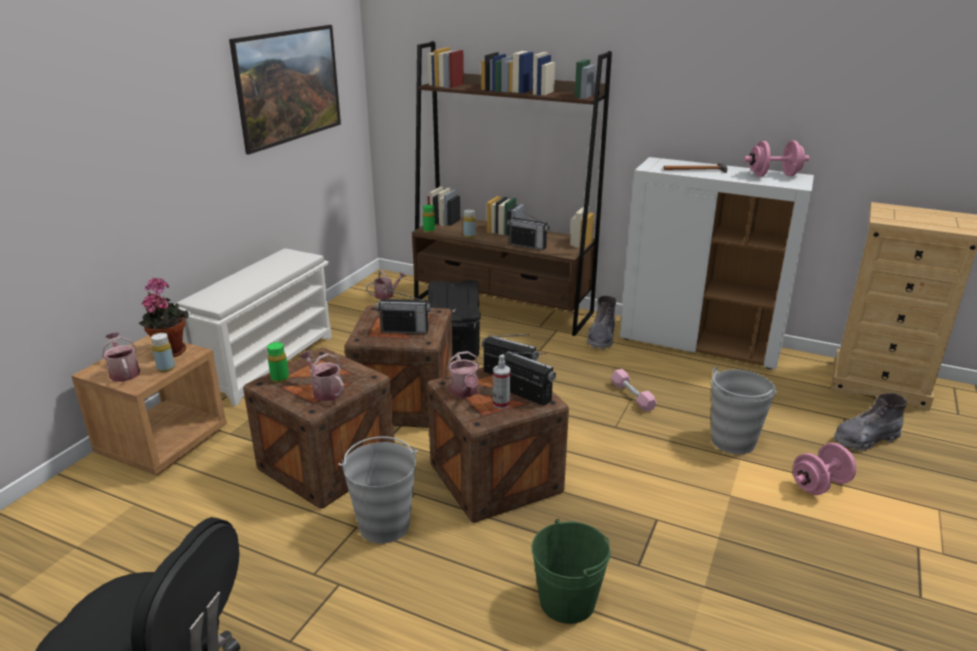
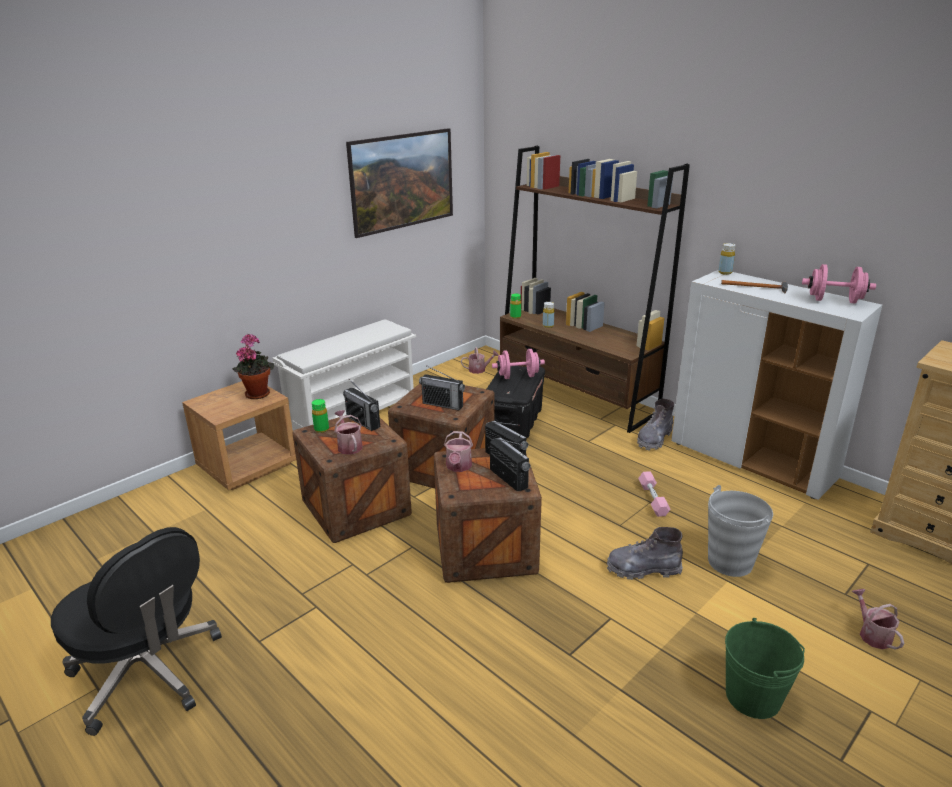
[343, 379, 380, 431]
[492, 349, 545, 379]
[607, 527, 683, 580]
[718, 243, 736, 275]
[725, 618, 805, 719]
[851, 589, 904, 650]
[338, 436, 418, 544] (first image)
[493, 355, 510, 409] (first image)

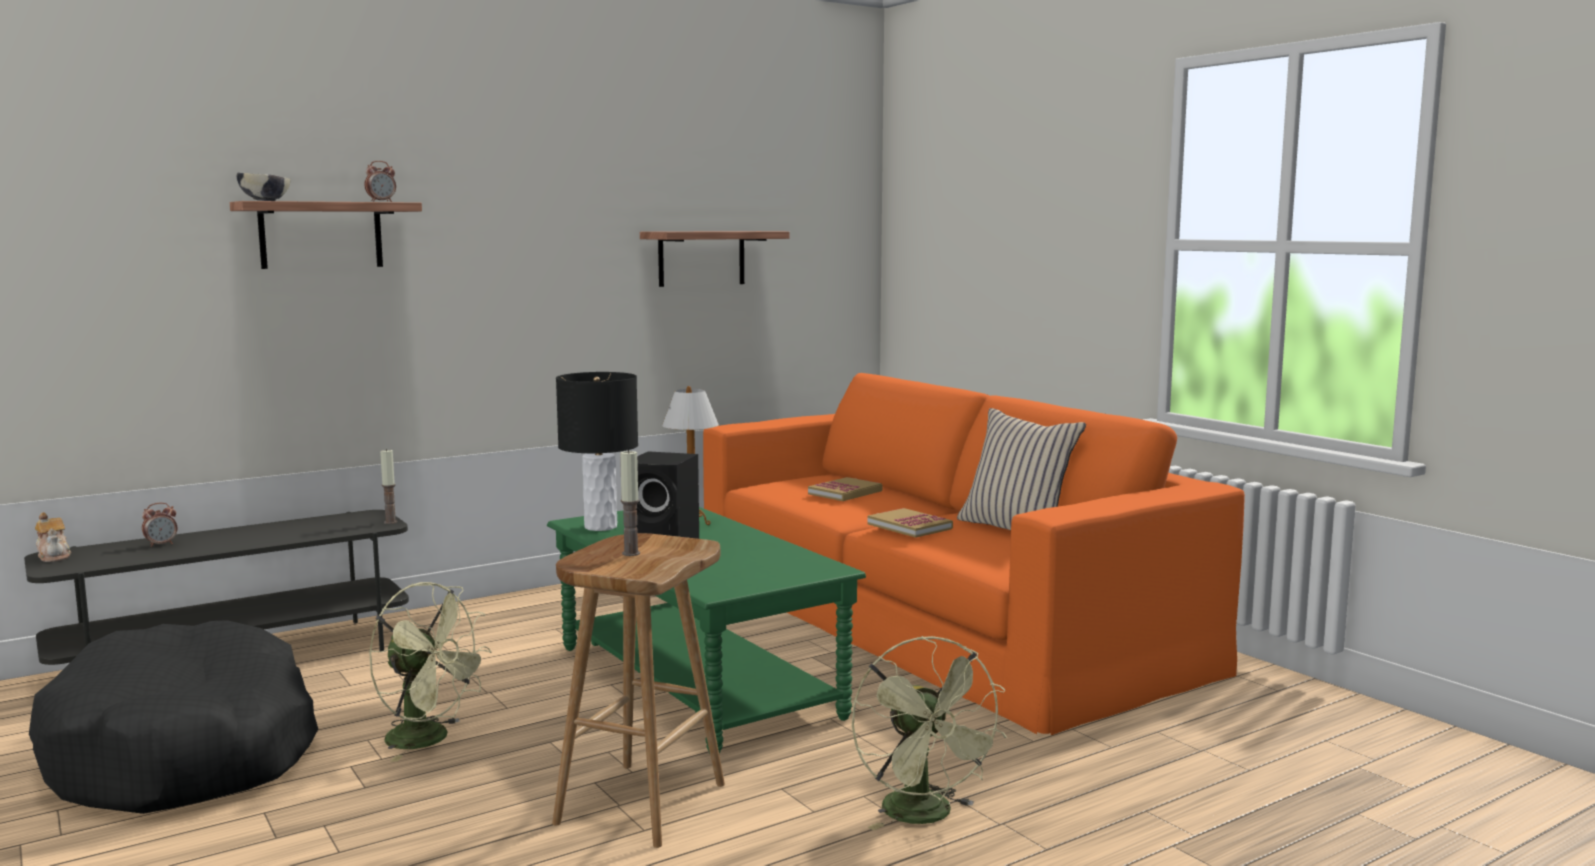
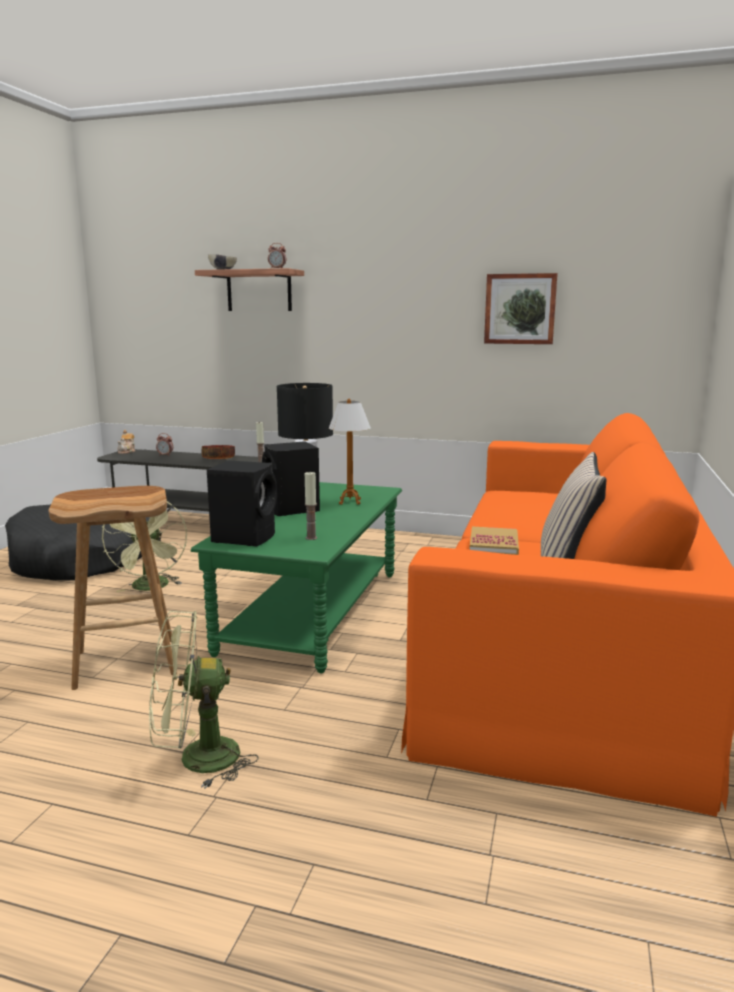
[149, 611, 258, 789]
[202, 445, 235, 459]
[207, 460, 277, 546]
[305, 472, 317, 540]
[484, 273, 558, 344]
[808, 477, 883, 501] (first image)

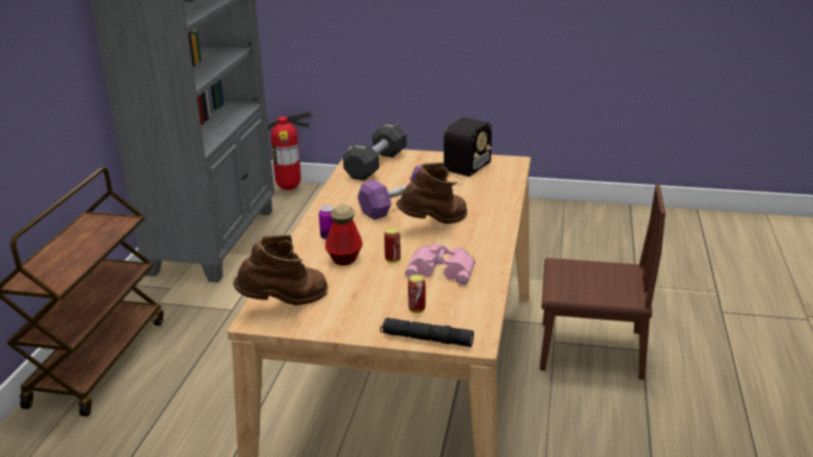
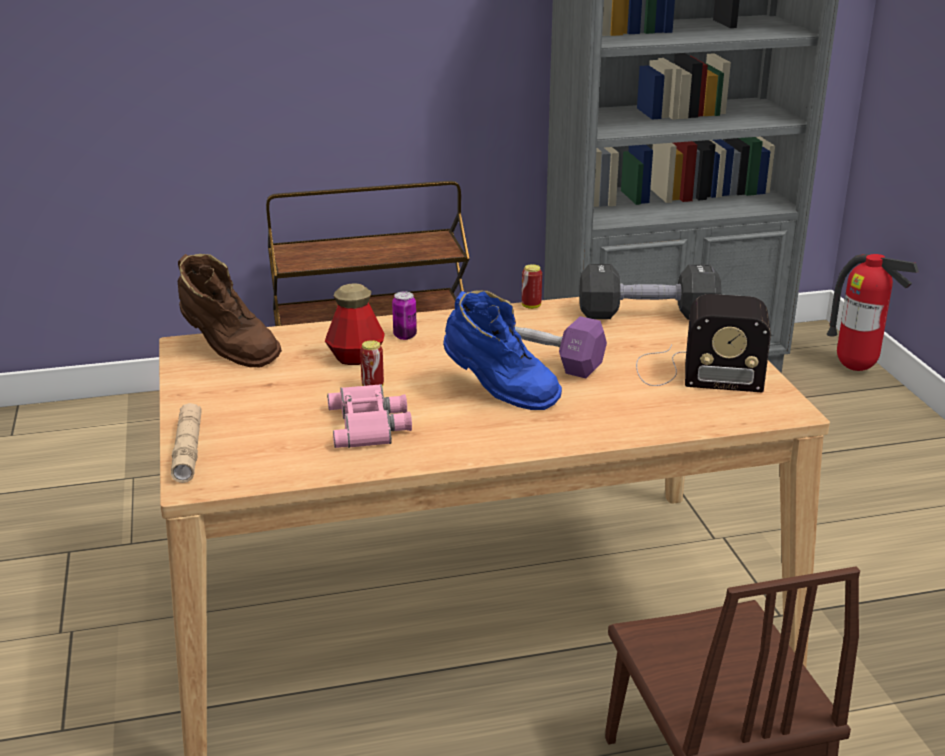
[171, 403, 202, 483]
[443, 290, 562, 410]
[522, 264, 542, 309]

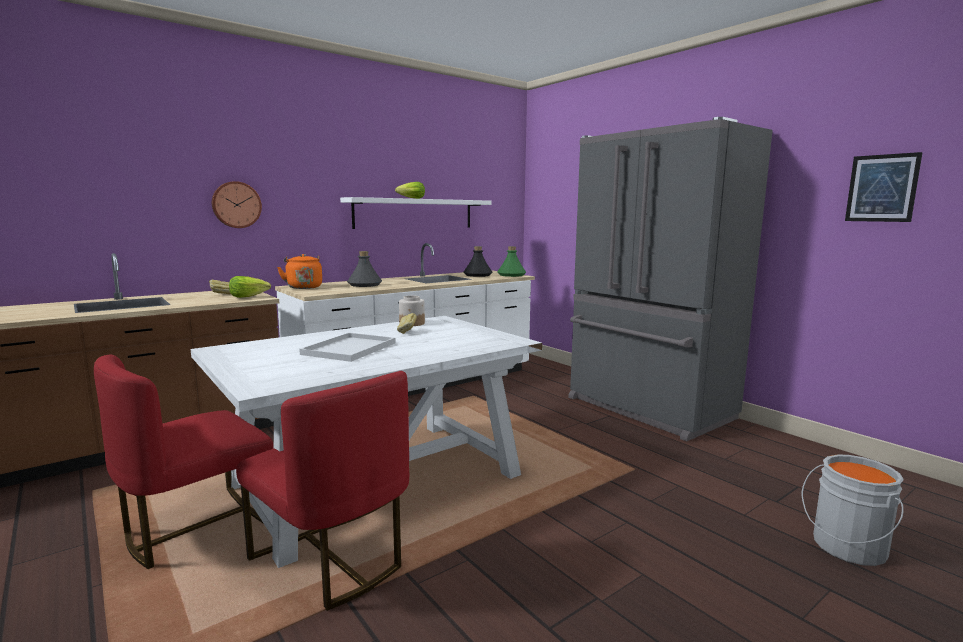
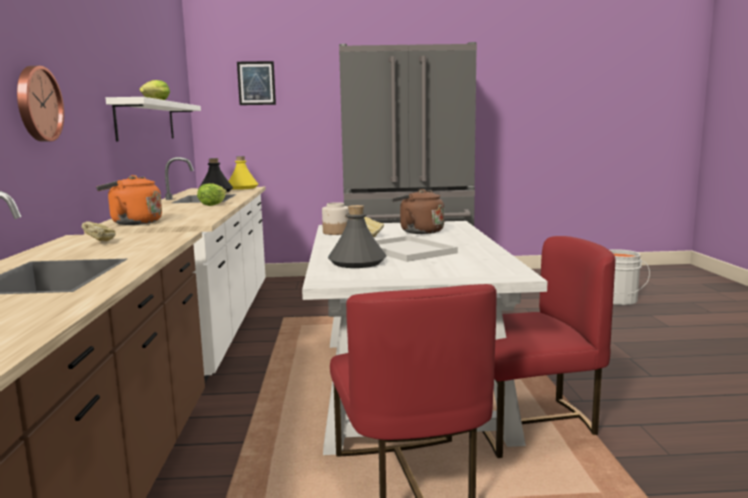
[197, 183, 227, 206]
[229, 156, 258, 190]
[237, 61, 276, 105]
[328, 205, 387, 268]
[392, 189, 444, 234]

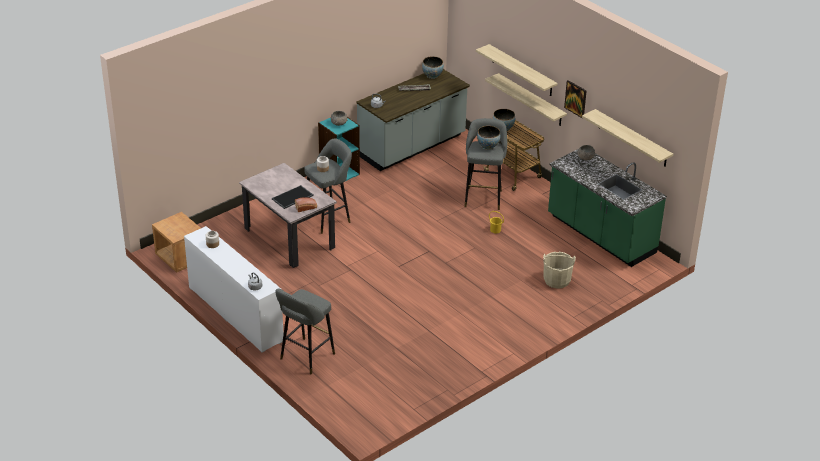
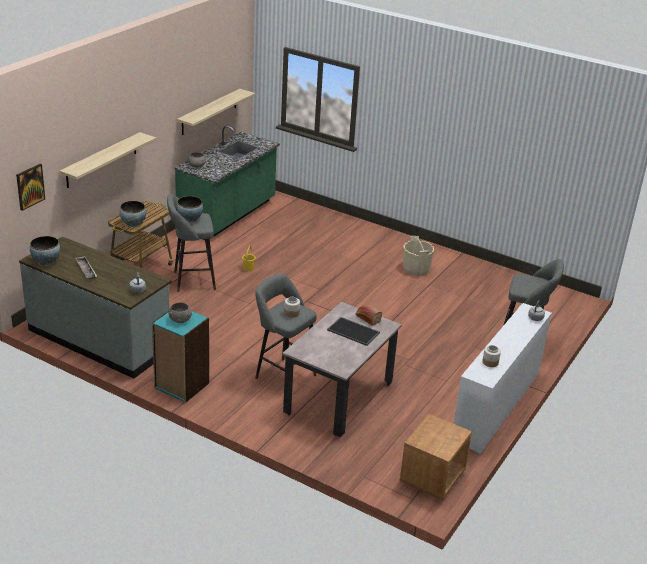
[16, 164, 45, 211]
[403, 236, 434, 276]
[485, 73, 567, 126] (first image)

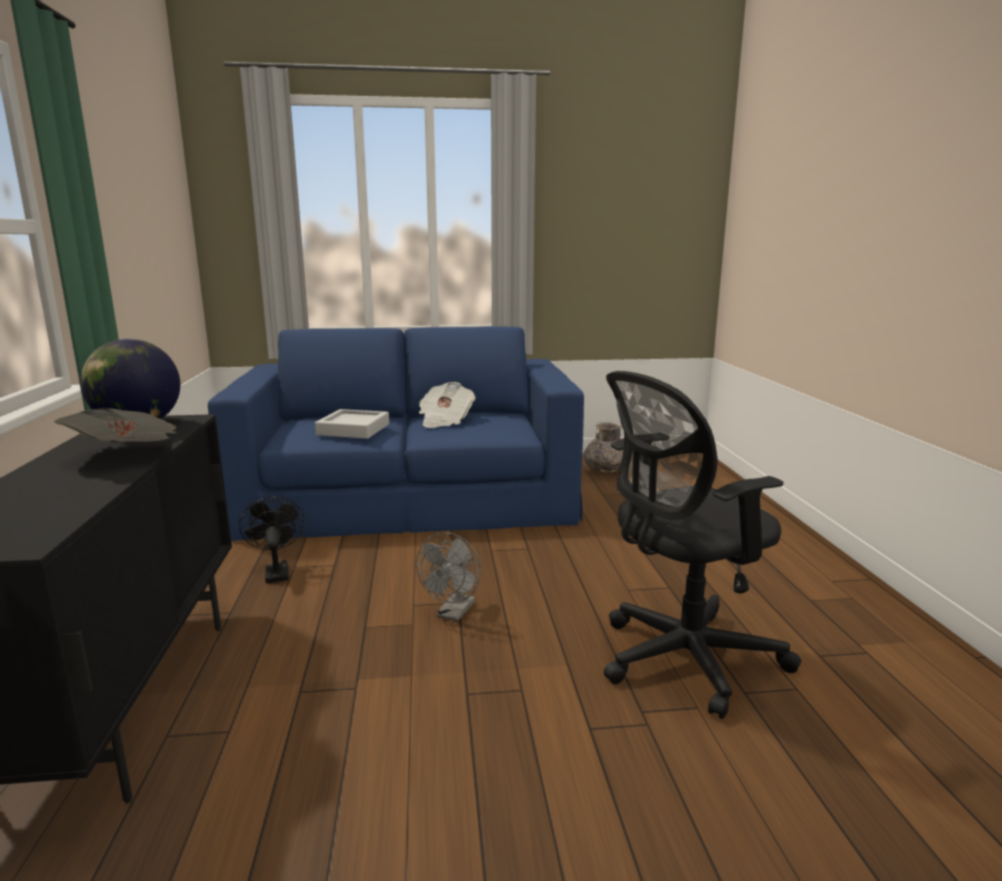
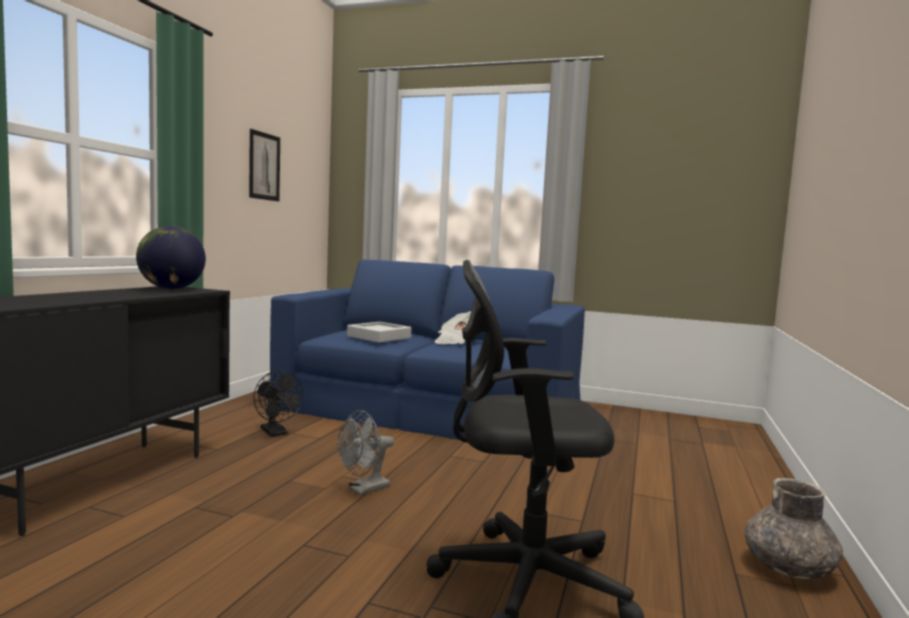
[249, 129, 280, 201]
[253, 371, 303, 437]
[745, 478, 843, 579]
[54, 408, 177, 442] (first image)

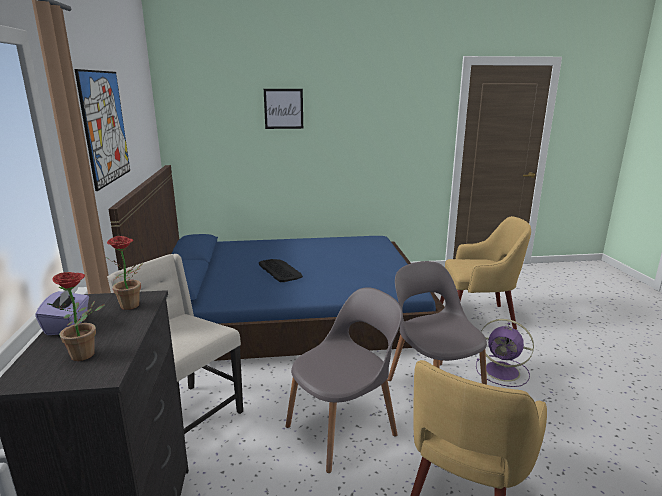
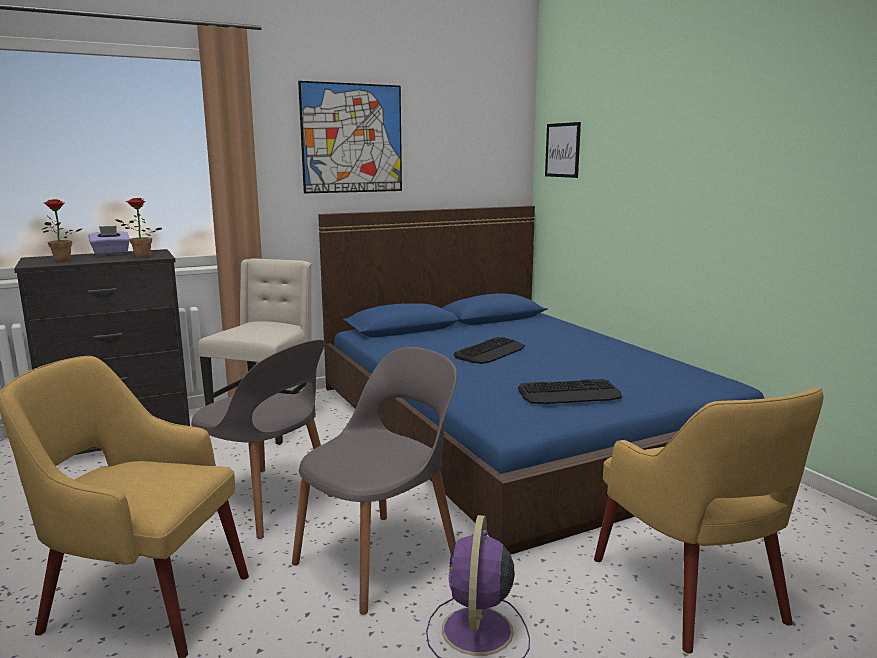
[518, 379, 622, 404]
[545, 122, 581, 178]

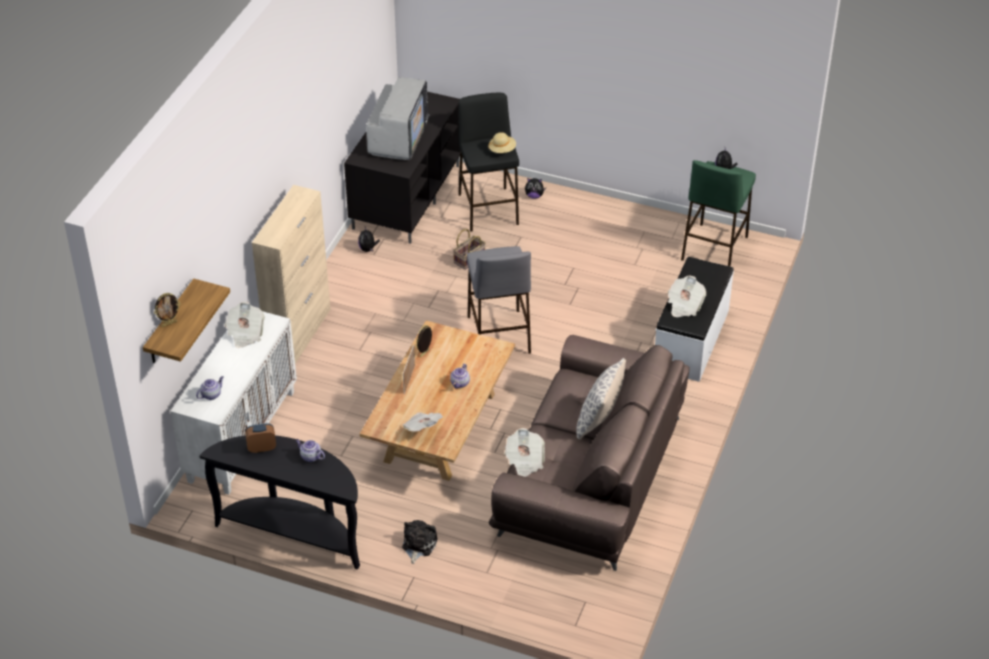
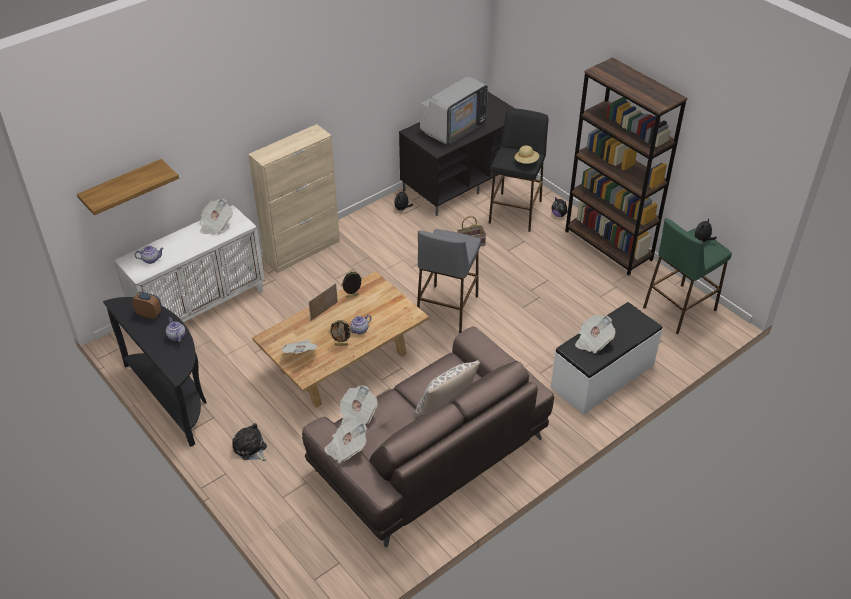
[232, 423, 267, 461]
[324, 420, 367, 463]
[329, 320, 352, 346]
[565, 57, 687, 276]

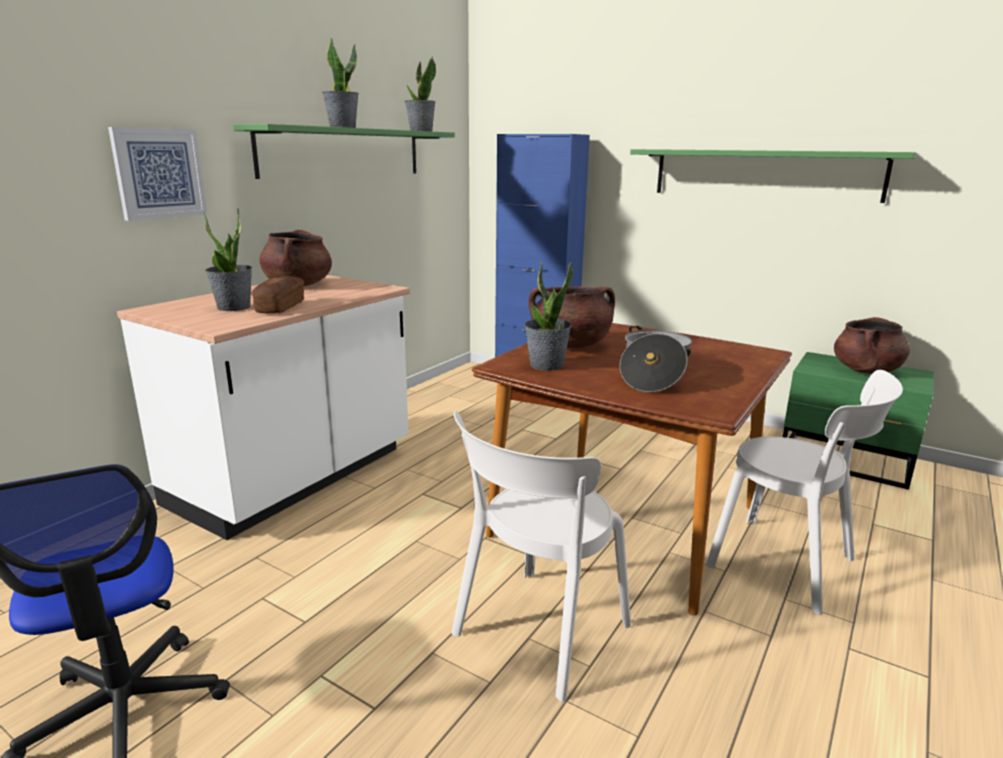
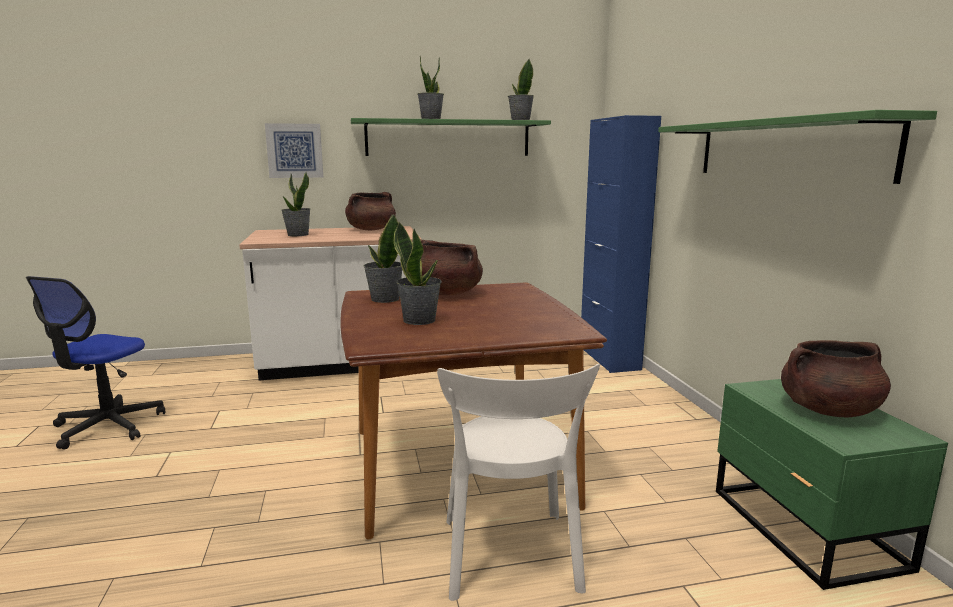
[394, 222, 442, 325]
[252, 276, 304, 314] (first image)
[451, 411, 631, 702] (first image)

